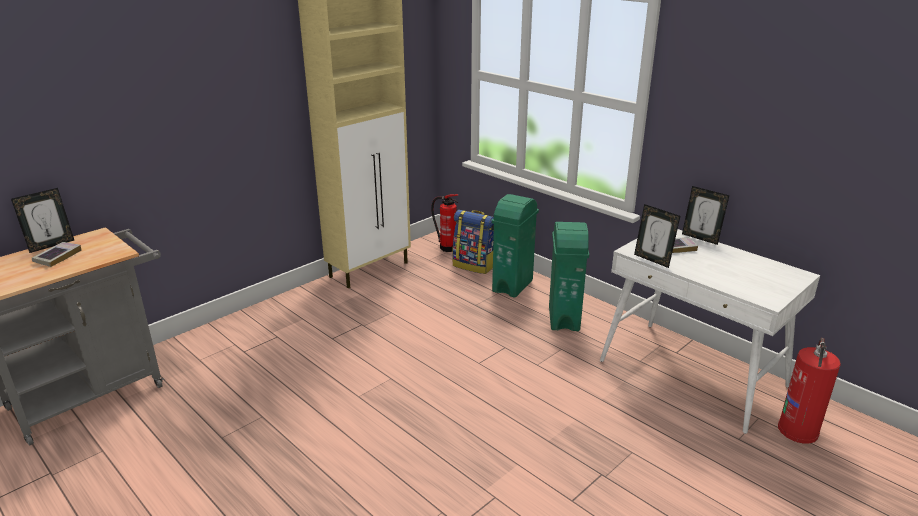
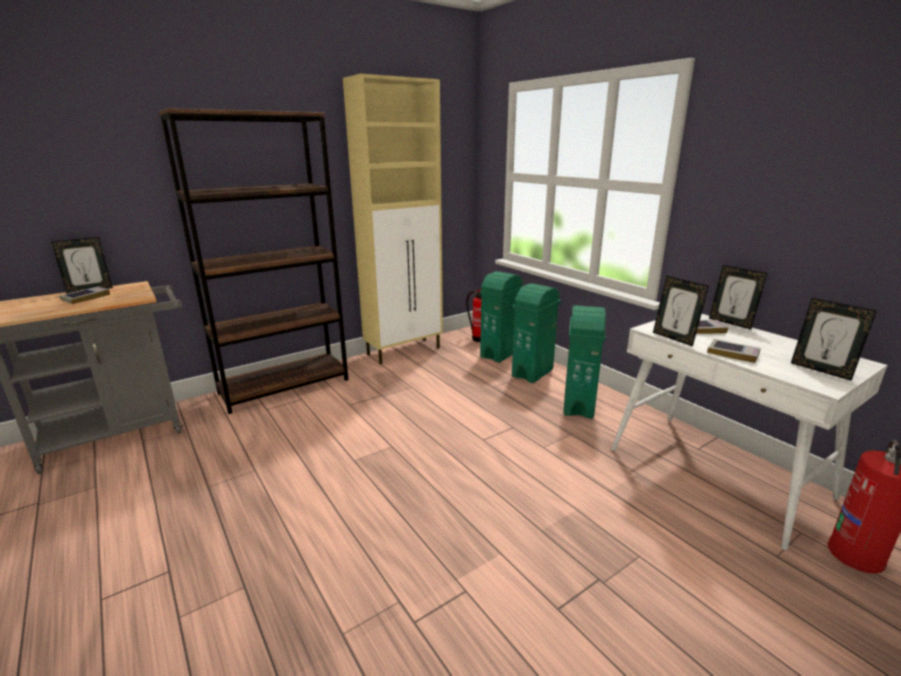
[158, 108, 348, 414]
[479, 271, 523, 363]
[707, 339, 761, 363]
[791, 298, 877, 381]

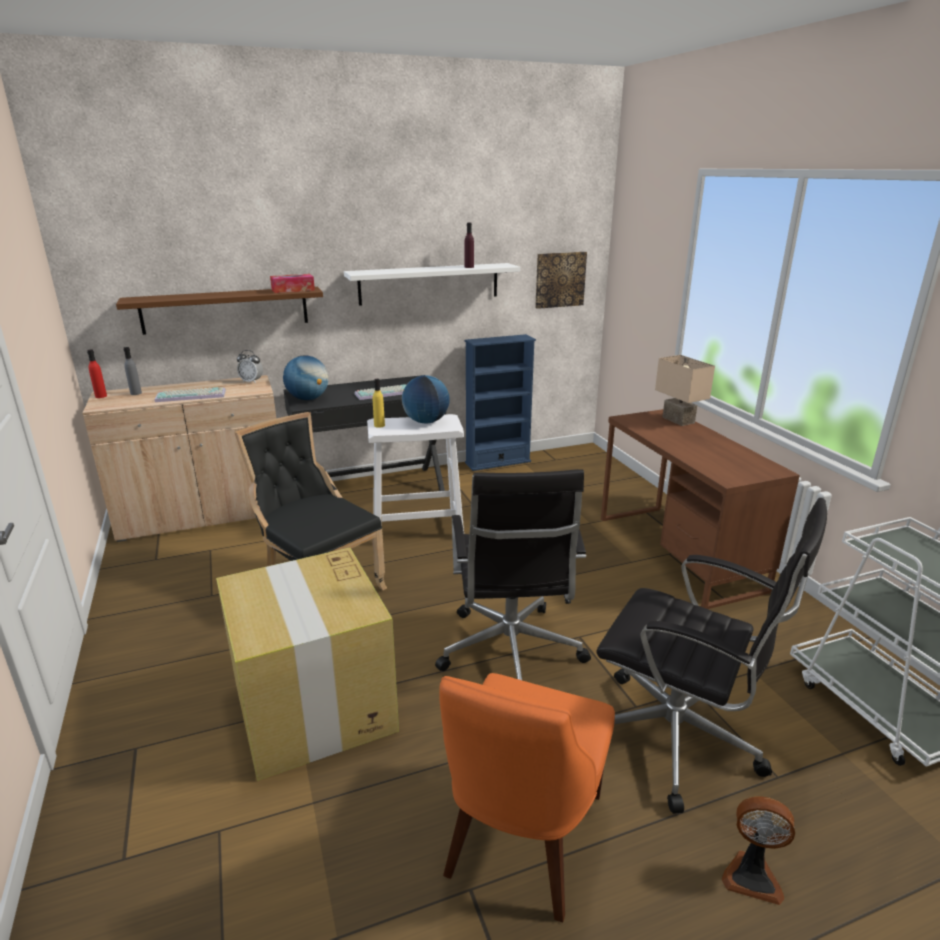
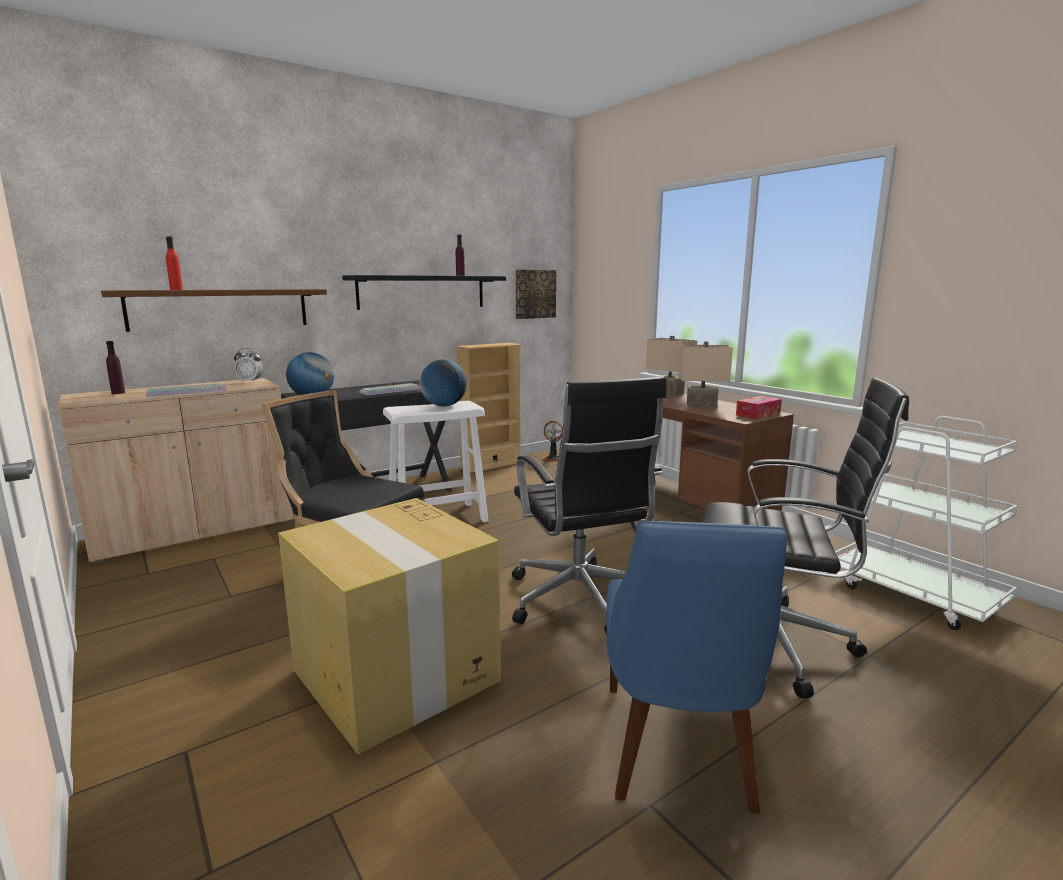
[106, 341, 125, 394]
[166, 236, 183, 290]
[342, 275, 506, 310]
[456, 343, 521, 473]
[542, 420, 563, 461]
[607, 521, 787, 813]
[678, 341, 733, 408]
[736, 396, 782, 419]
[373, 379, 385, 428] (first image)

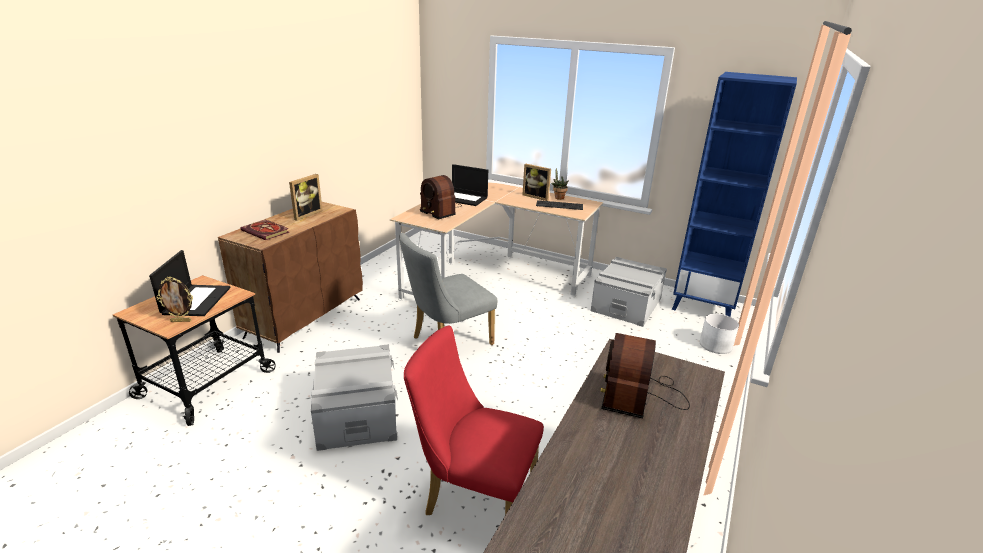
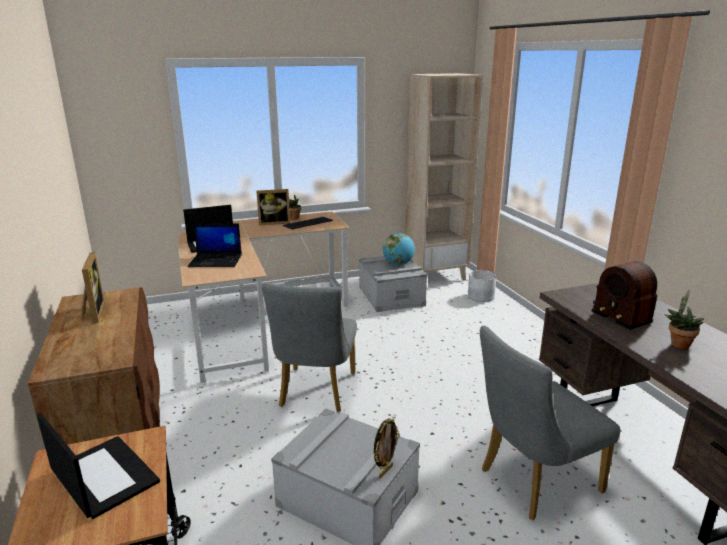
[188, 223, 242, 267]
[374, 418, 399, 478]
[383, 233, 415, 265]
[405, 73, 483, 281]
[480, 326, 620, 521]
[664, 290, 704, 349]
[240, 220, 289, 240] (first image)

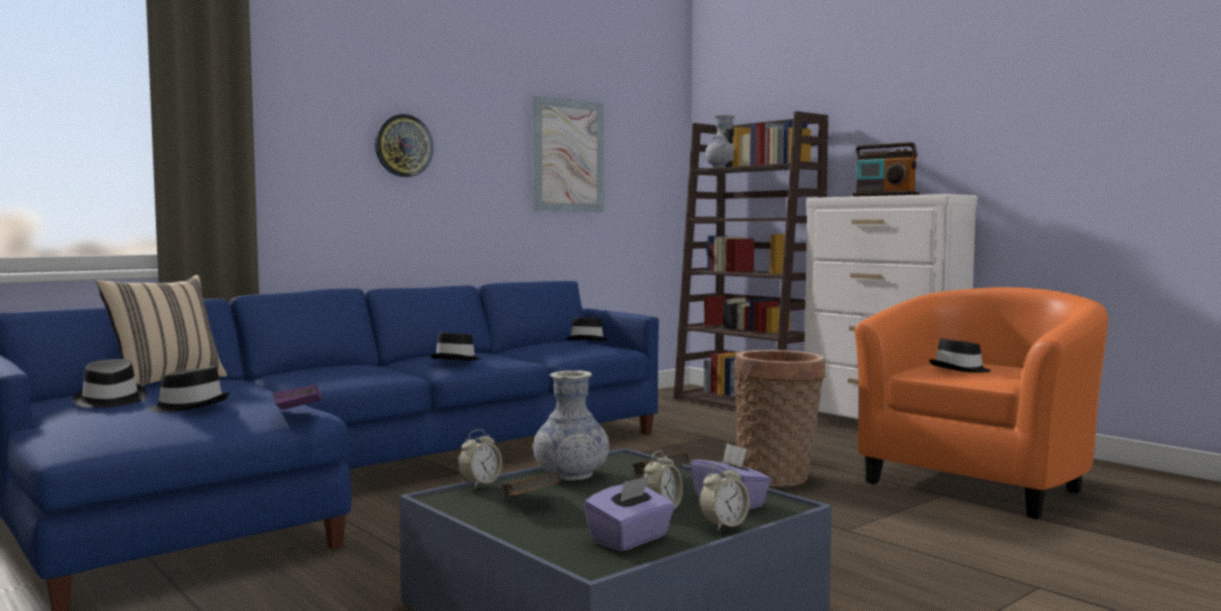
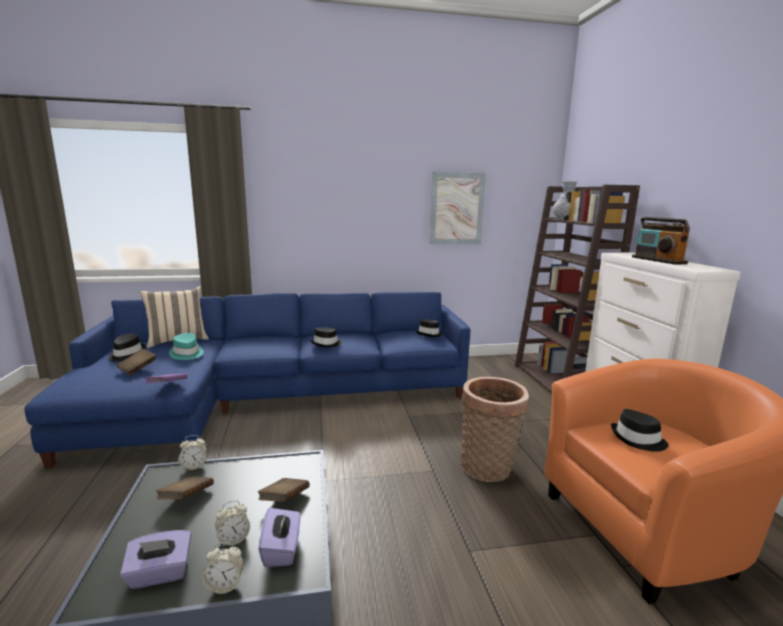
[117, 349, 157, 375]
[169, 333, 204, 360]
[375, 114, 433, 177] (first image)
[533, 370, 609, 480] (first image)

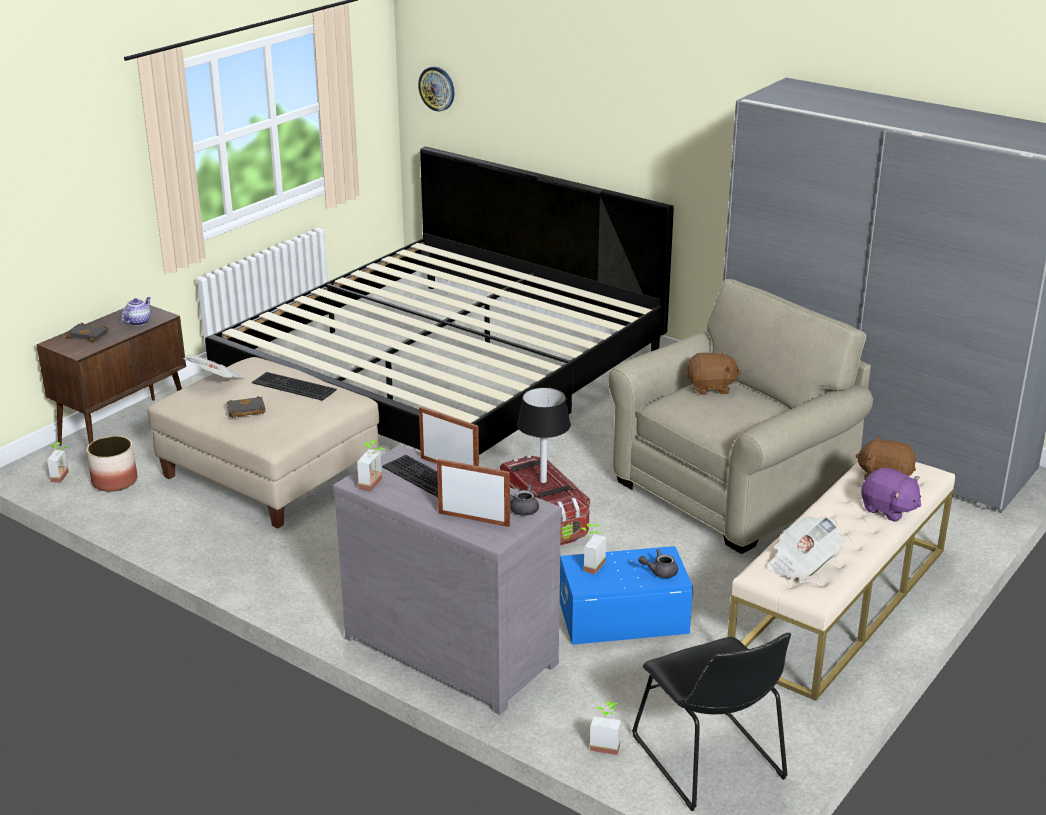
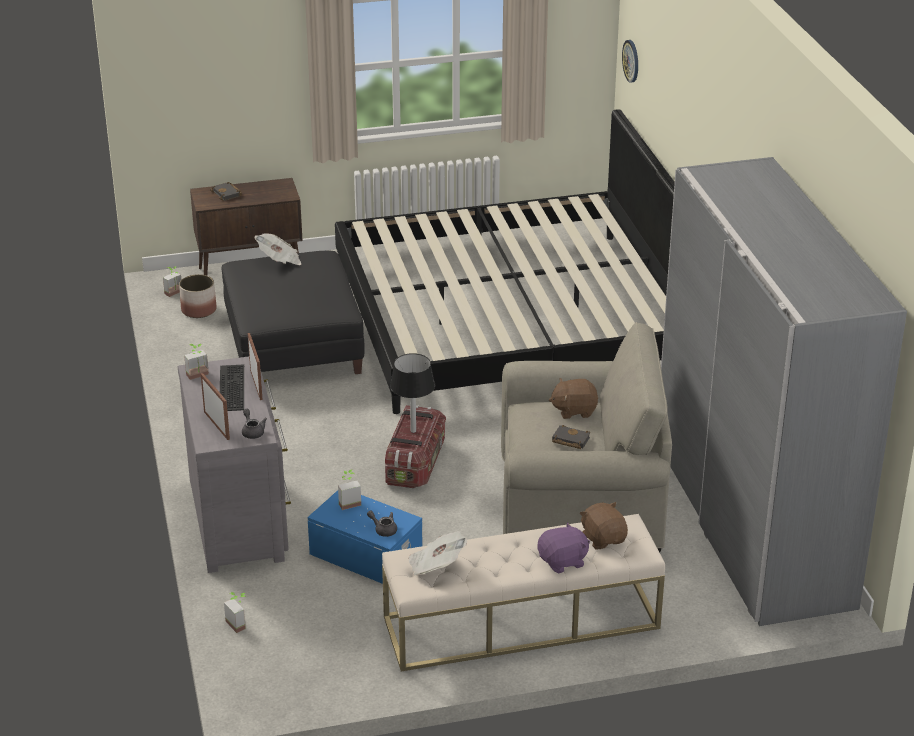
[222, 251, 365, 374]
[538, 523, 590, 573]
[549, 378, 598, 419]
[552, 425, 590, 449]
[122, 297, 151, 326] (first image)
[252, 372, 337, 401] (first image)
[632, 633, 791, 811] (first image)

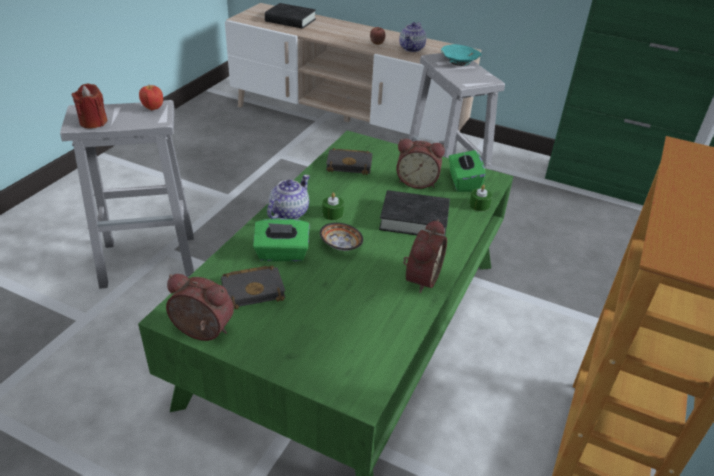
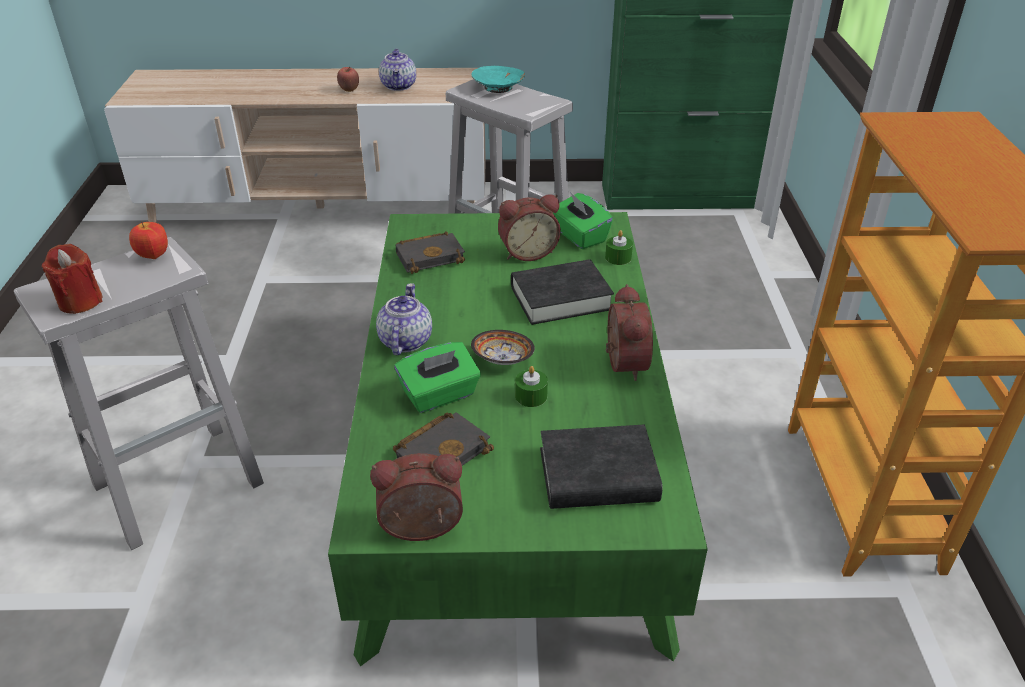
[515, 366, 548, 407]
[540, 425, 663, 509]

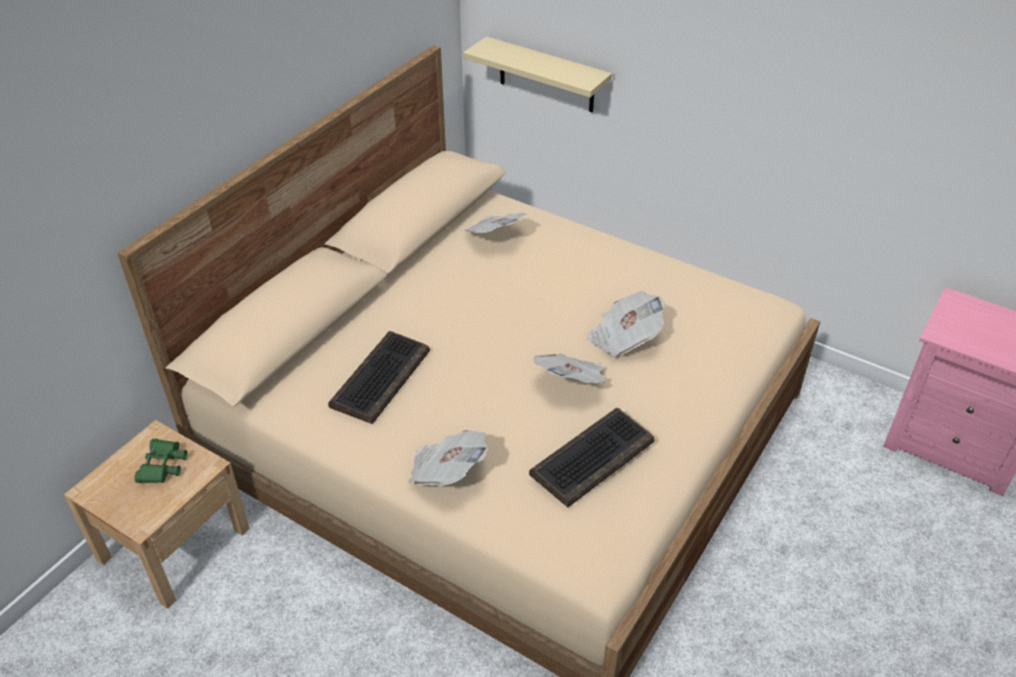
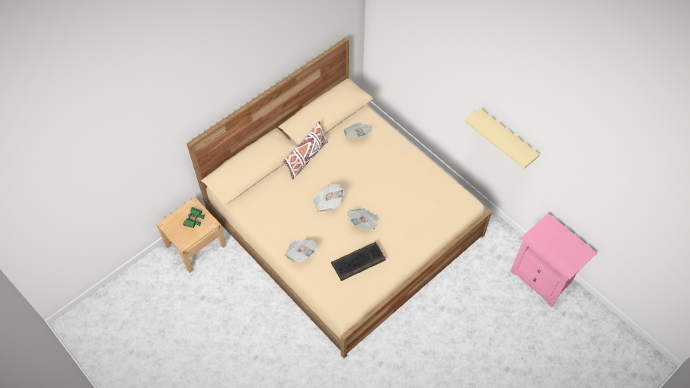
[282, 121, 328, 180]
[312, 184, 345, 212]
[465, 108, 540, 169]
[328, 331, 430, 424] (first image)

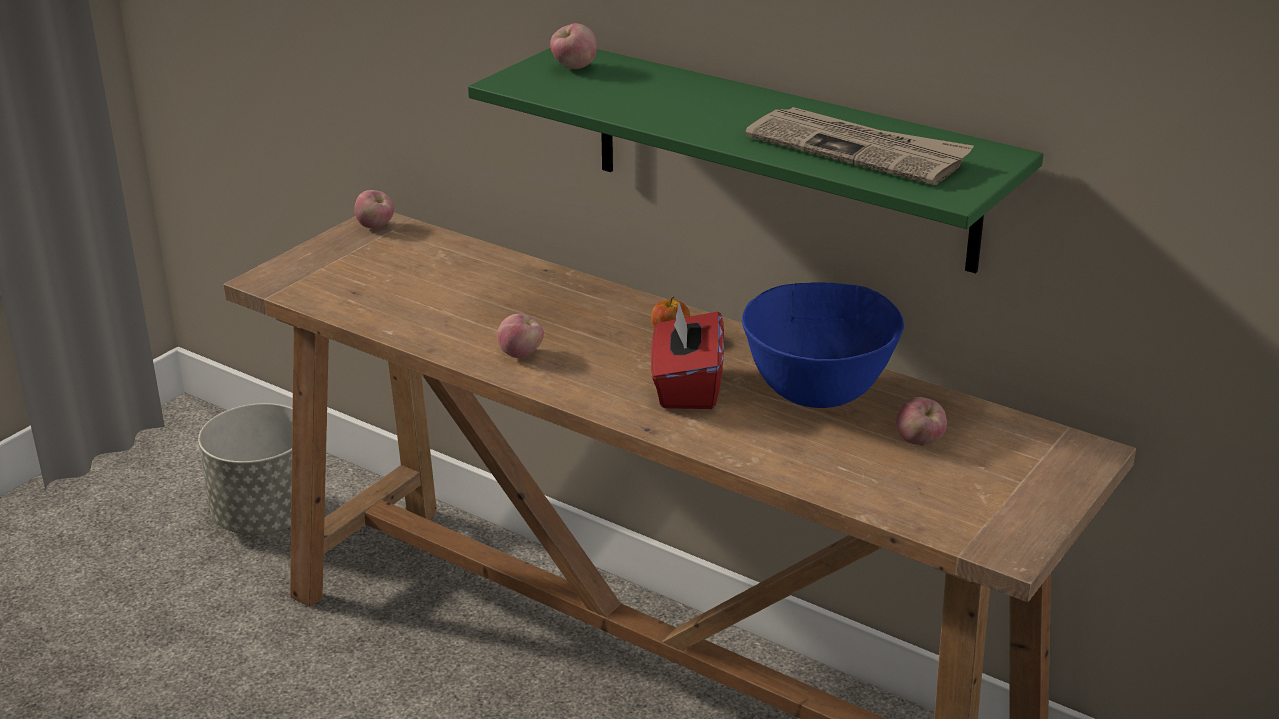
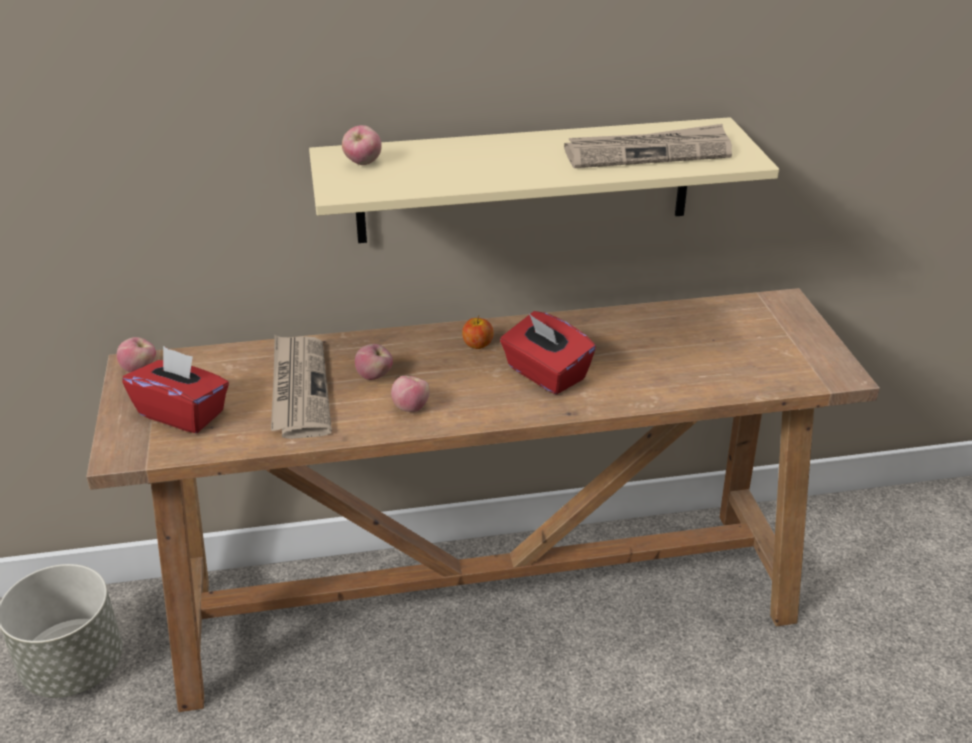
[122, 346, 229, 433]
[271, 335, 332, 439]
[309, 117, 779, 243]
[355, 344, 393, 380]
[742, 282, 904, 408] (first image)

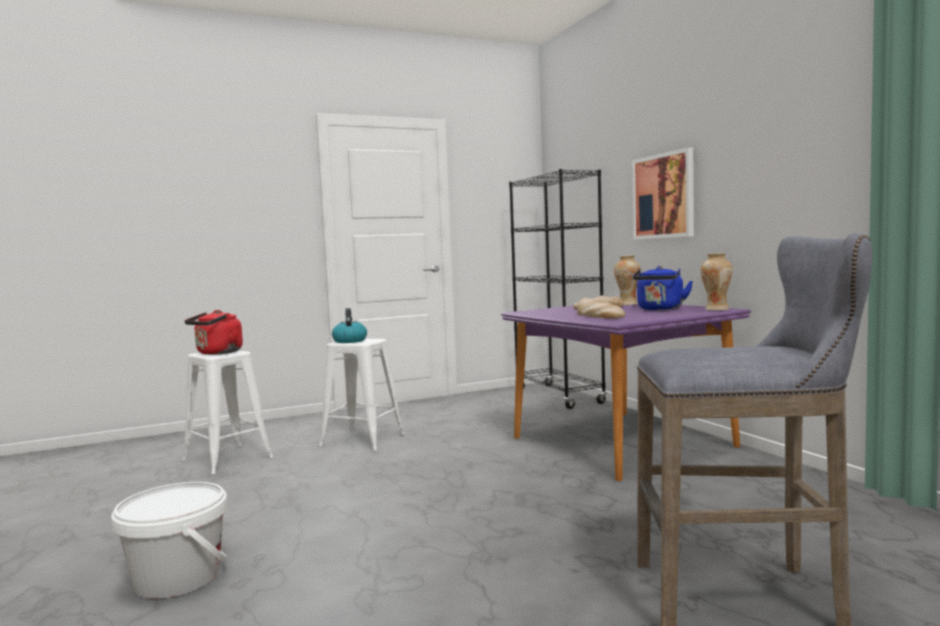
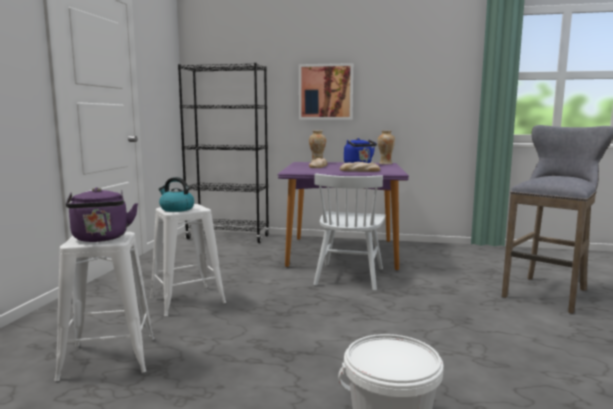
[66, 187, 138, 242]
[313, 173, 386, 291]

